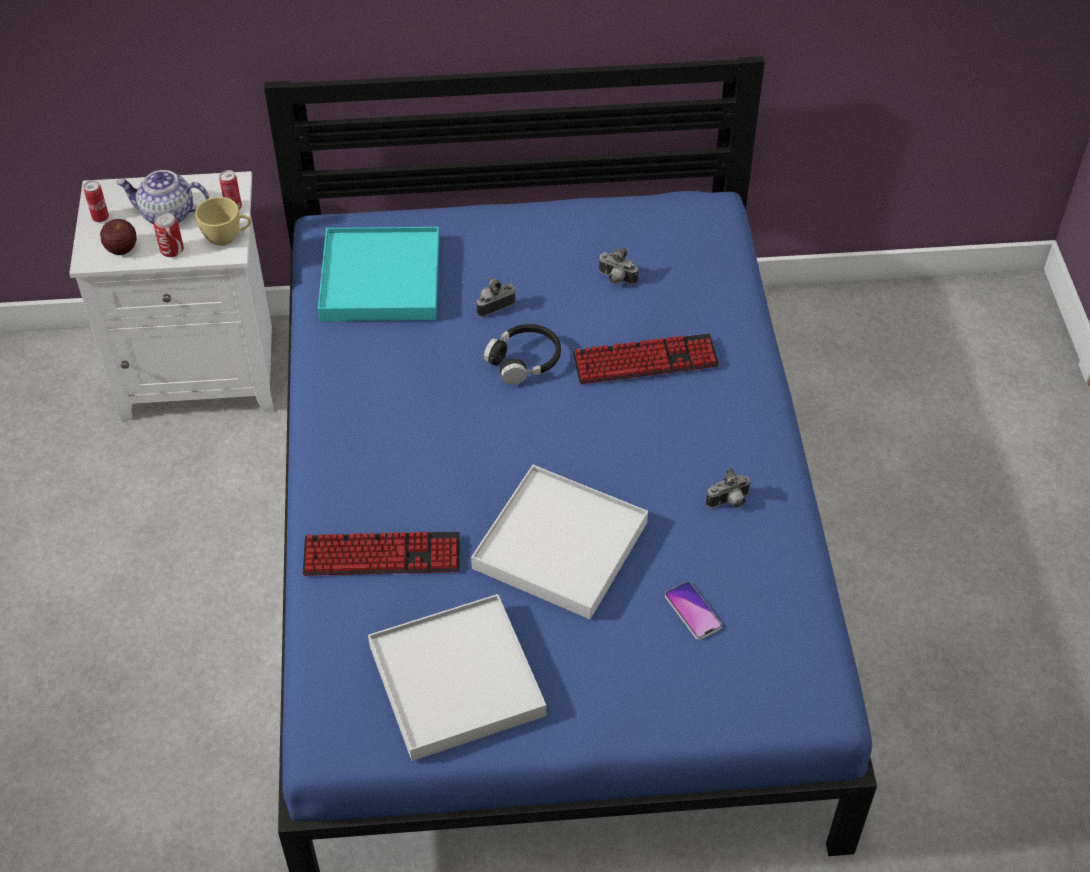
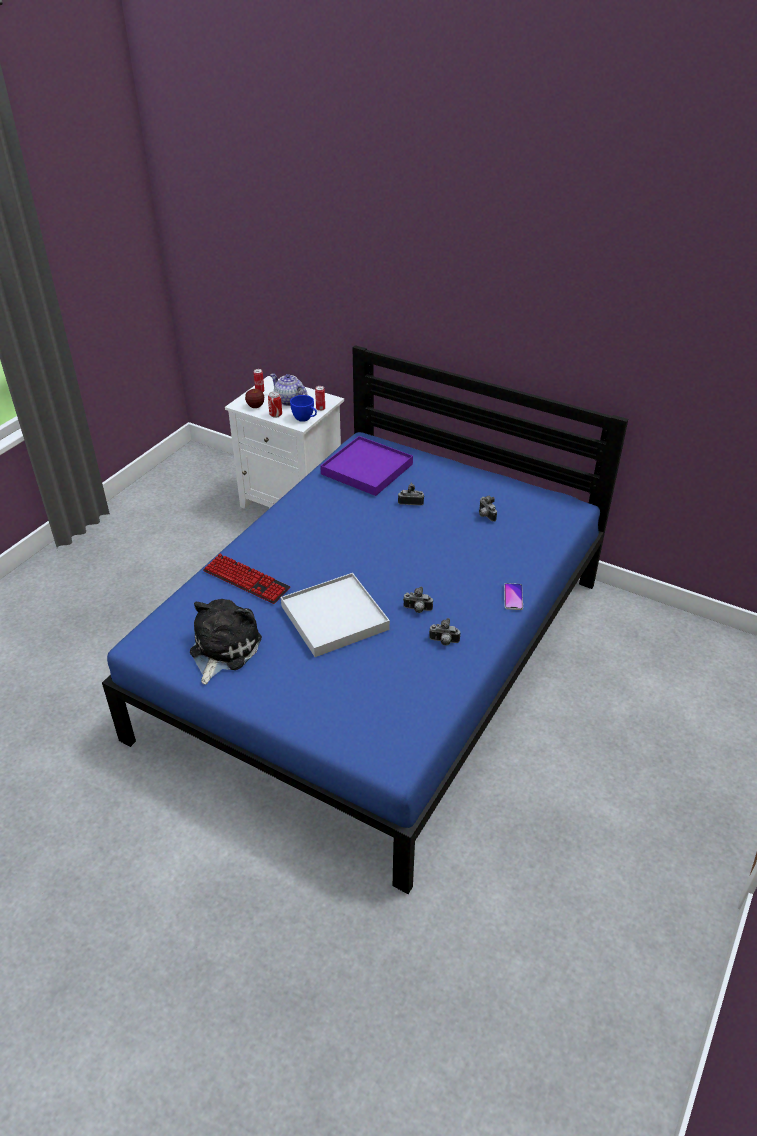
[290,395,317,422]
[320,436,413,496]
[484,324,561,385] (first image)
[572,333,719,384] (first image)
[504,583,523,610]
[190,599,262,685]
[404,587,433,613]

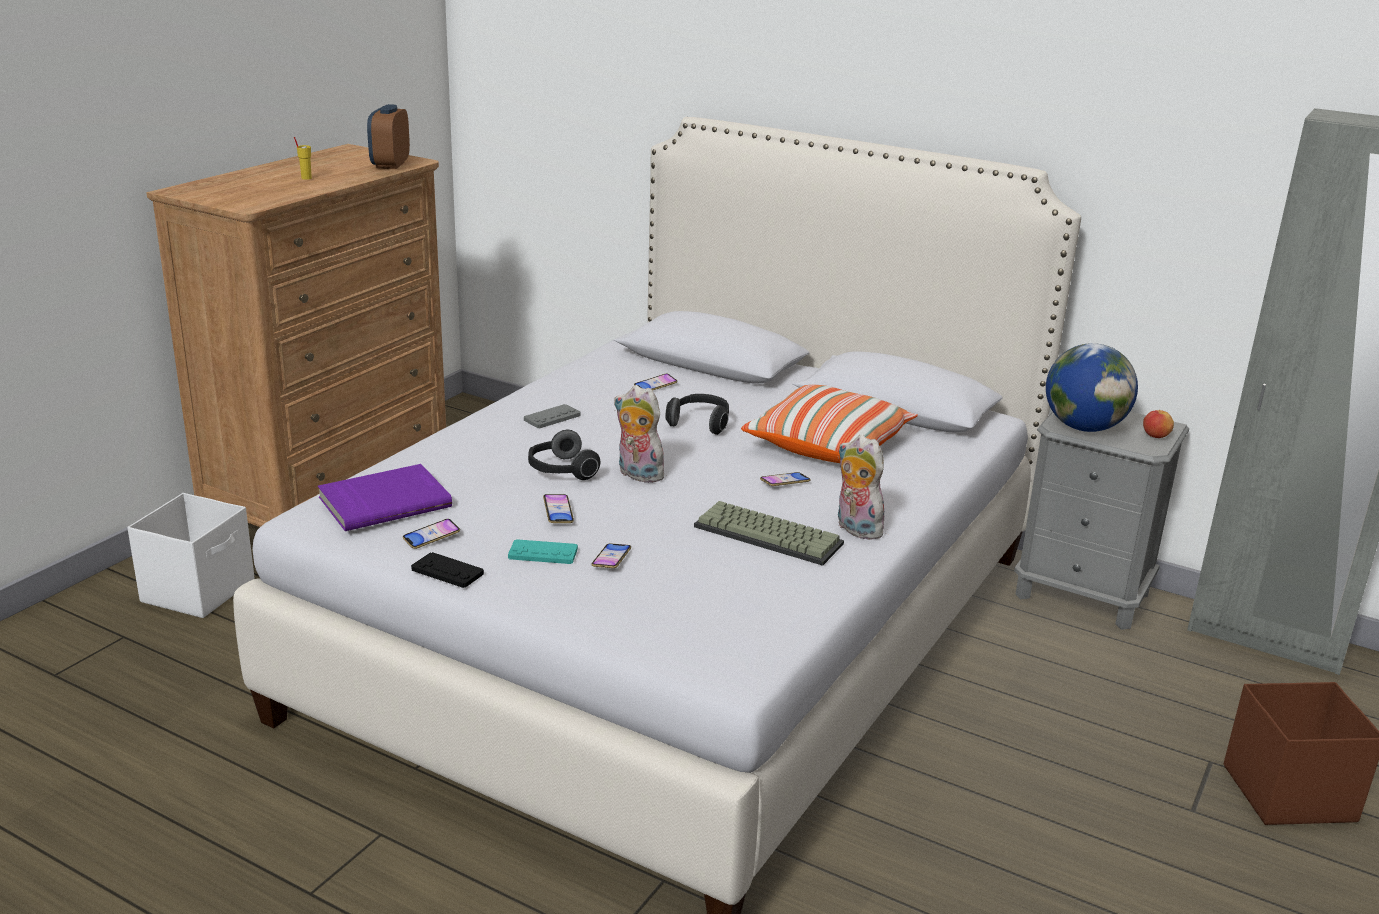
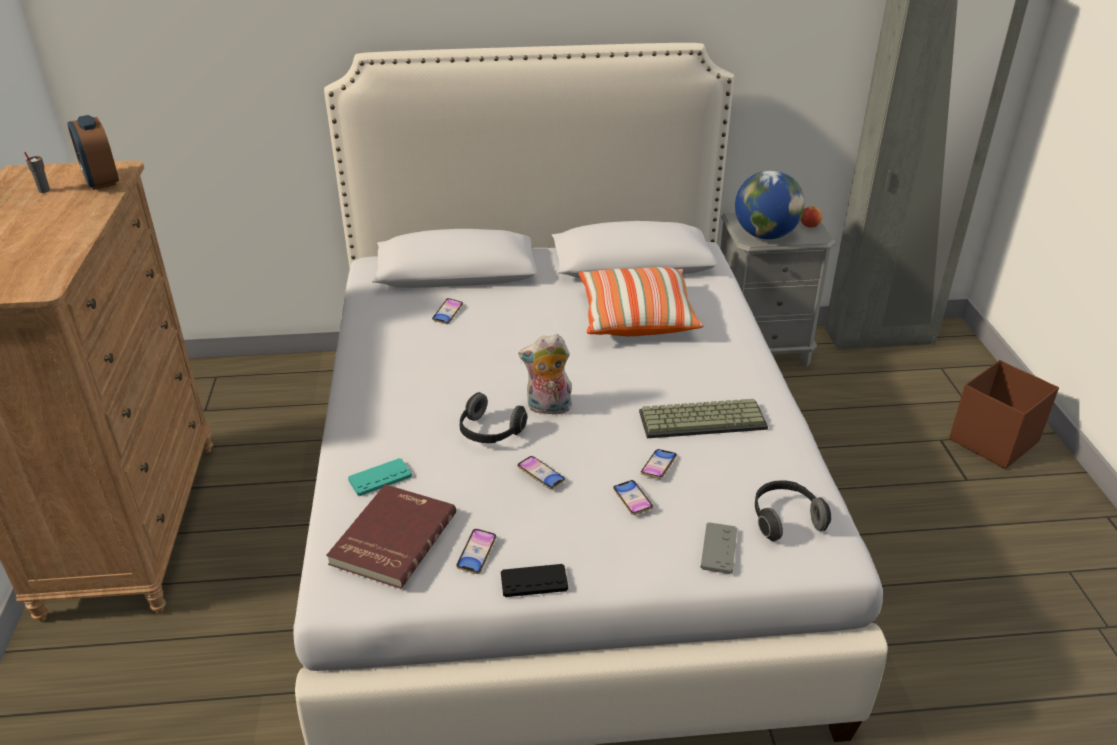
[294,137,312,180] (first image)
[755,480,831,541]
[701,522,737,574]
[838,434,885,540] (first image)
[326,484,456,589]
[641,449,677,479]
[127,493,254,618] (first image)
[348,458,412,496]
[24,152,50,193]

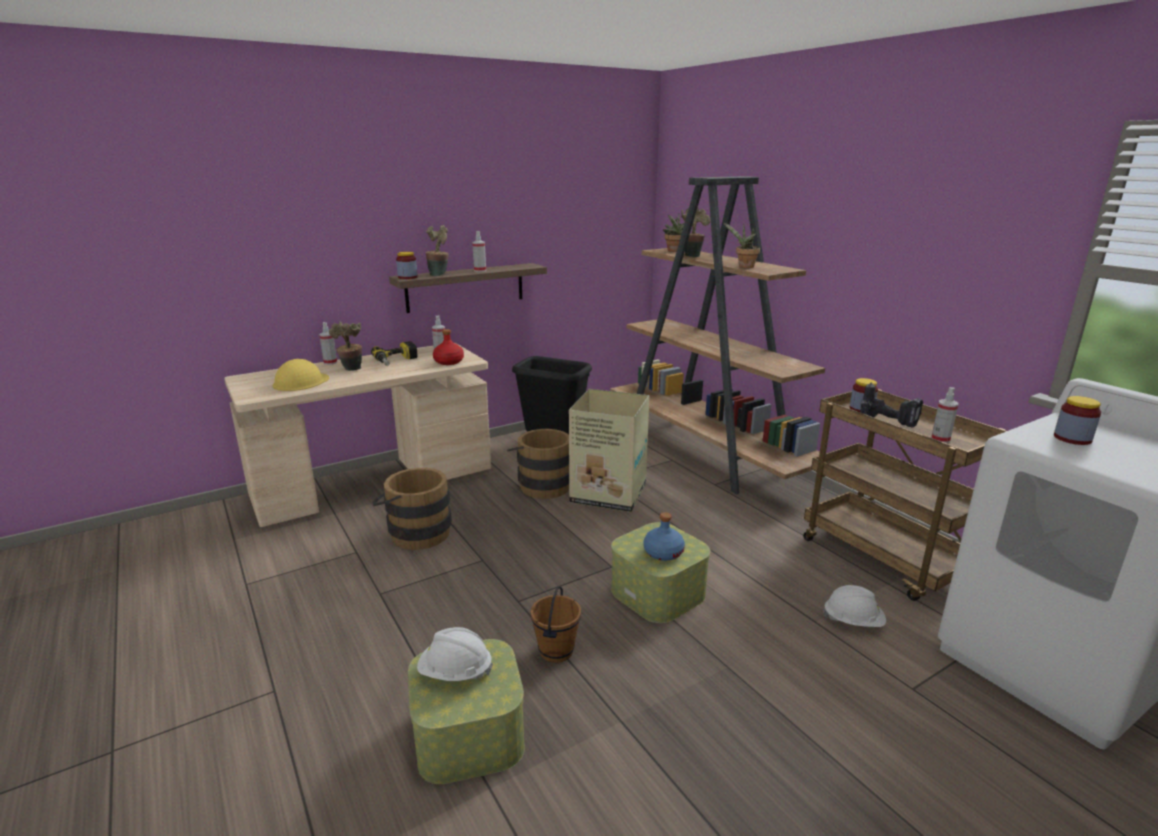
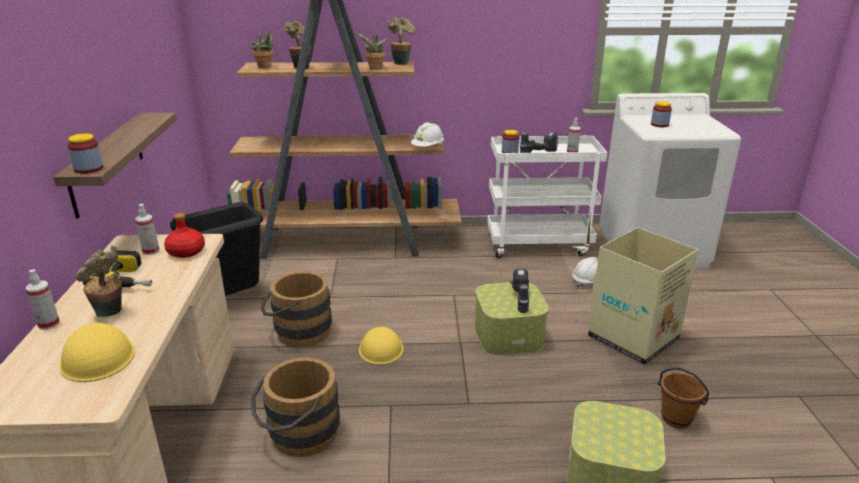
[388,17,415,65]
[472,231,486,272] (first image)
[588,227,698,365]
[487,135,608,258]
[510,269,529,313]
[657,368,709,429]
[411,122,444,147]
[359,327,403,365]

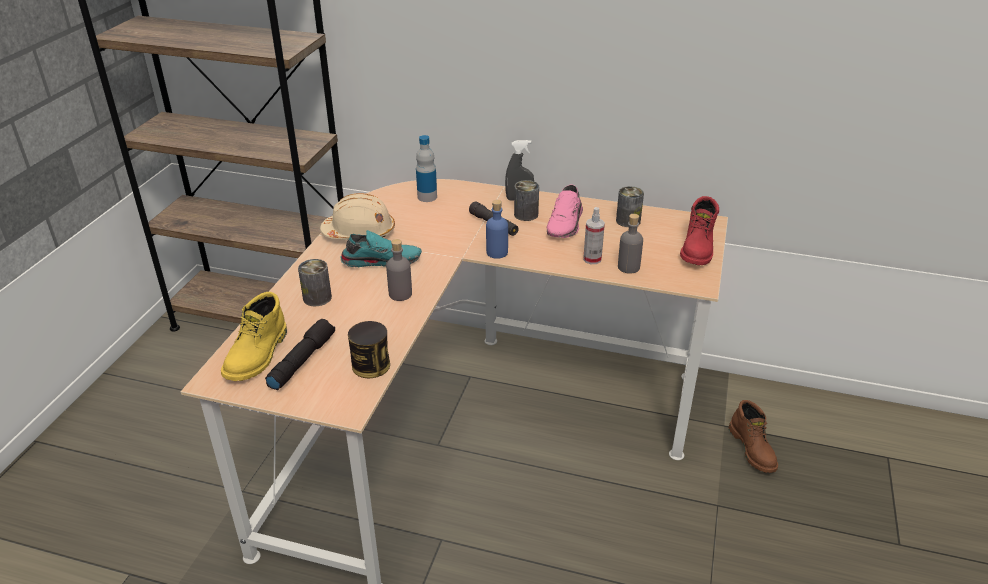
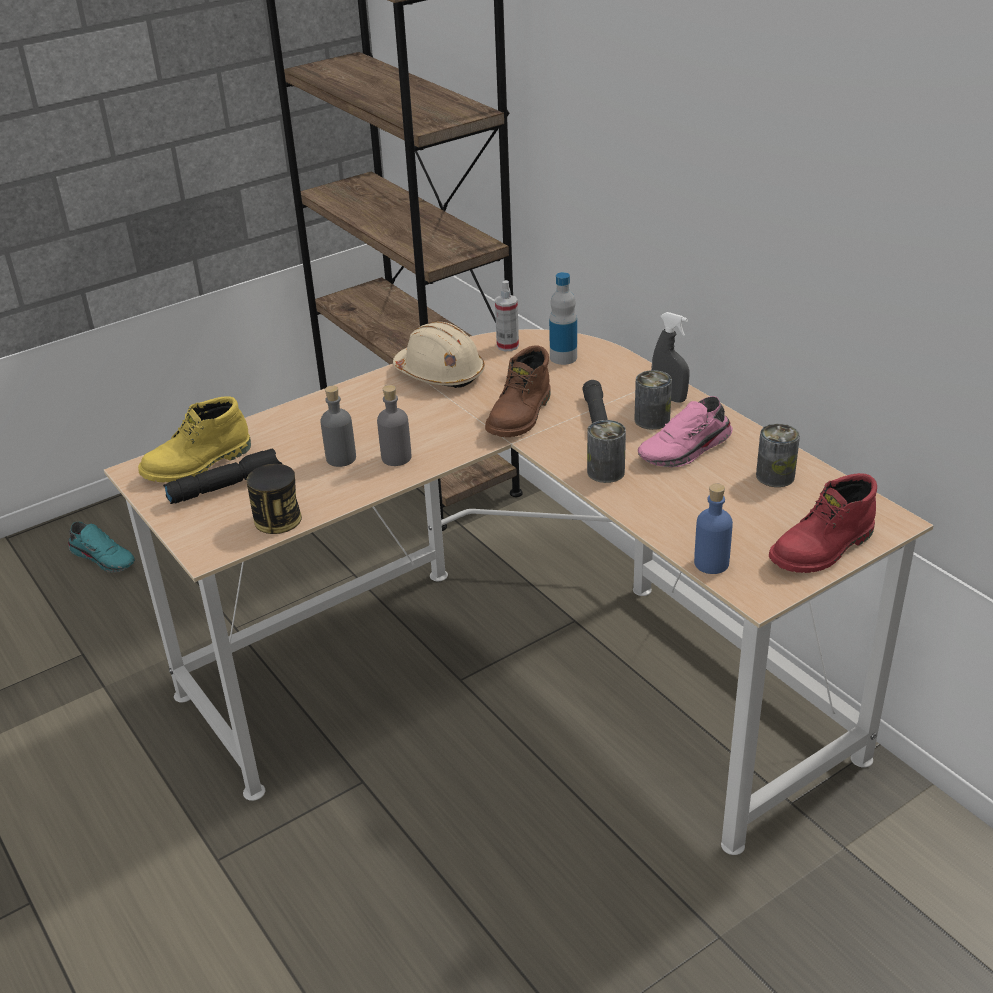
[694,483,733,574]
[495,280,519,351]
[320,386,356,467]
[68,522,135,572]
[587,420,626,483]
[485,345,551,437]

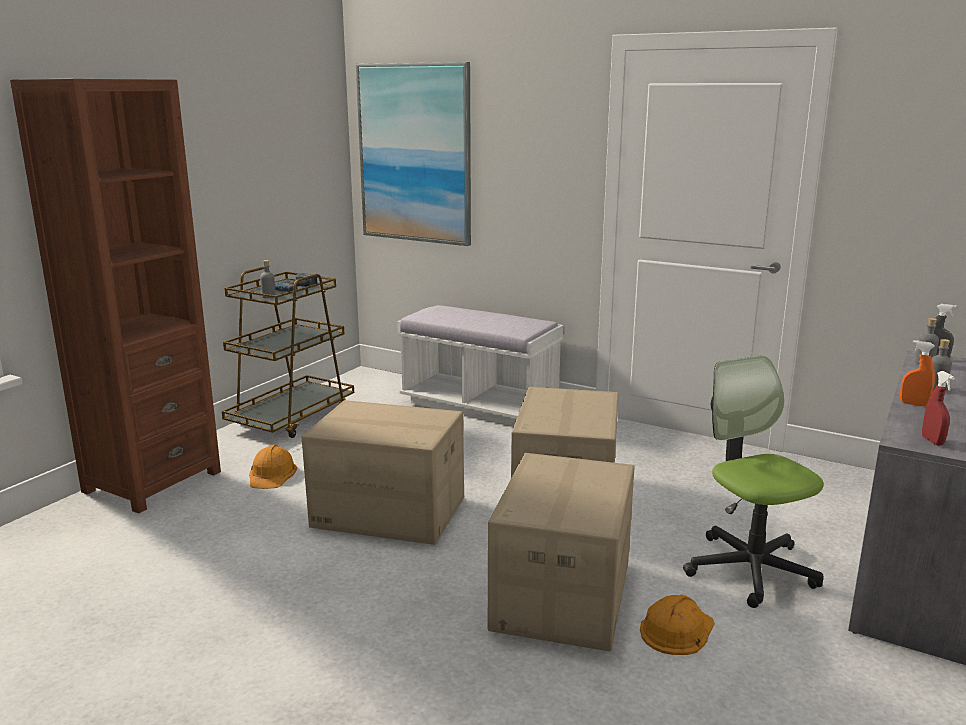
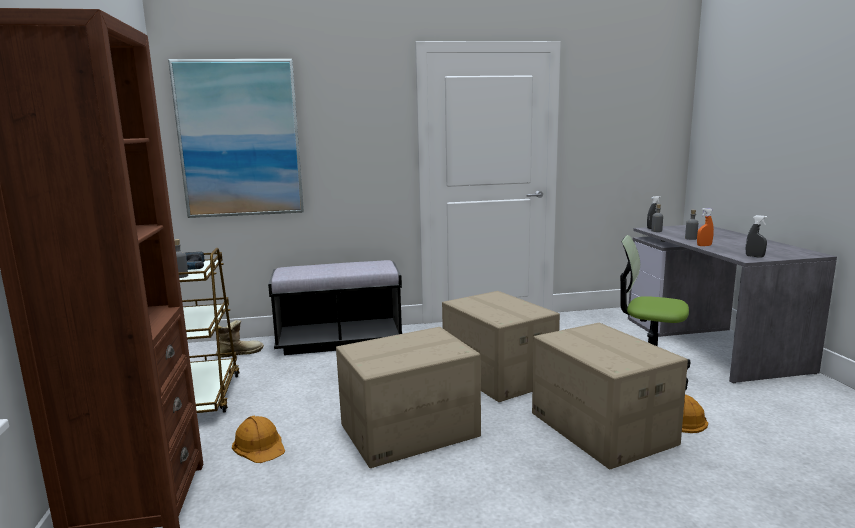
[268,260,403,355]
[746,215,768,258]
[215,320,264,358]

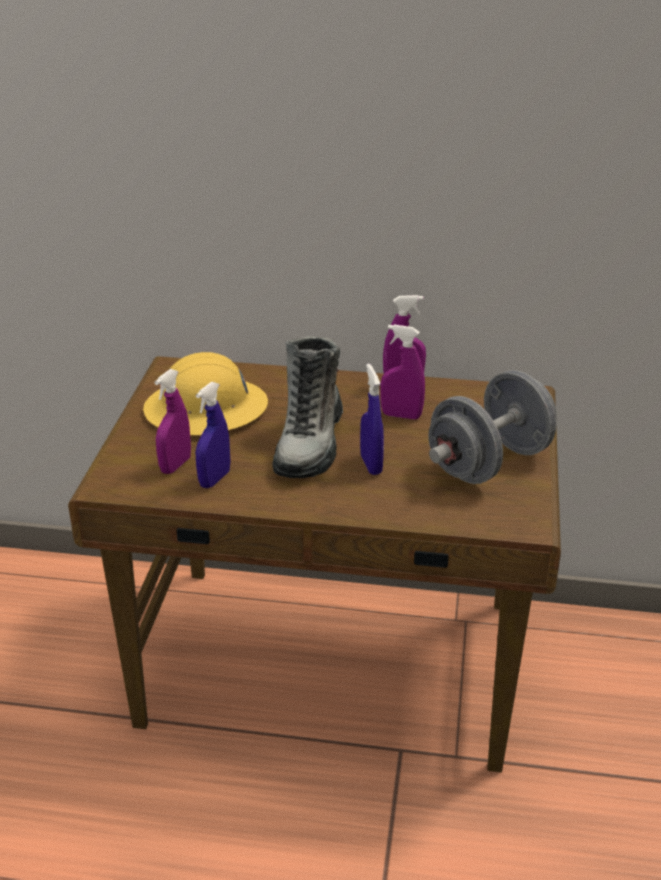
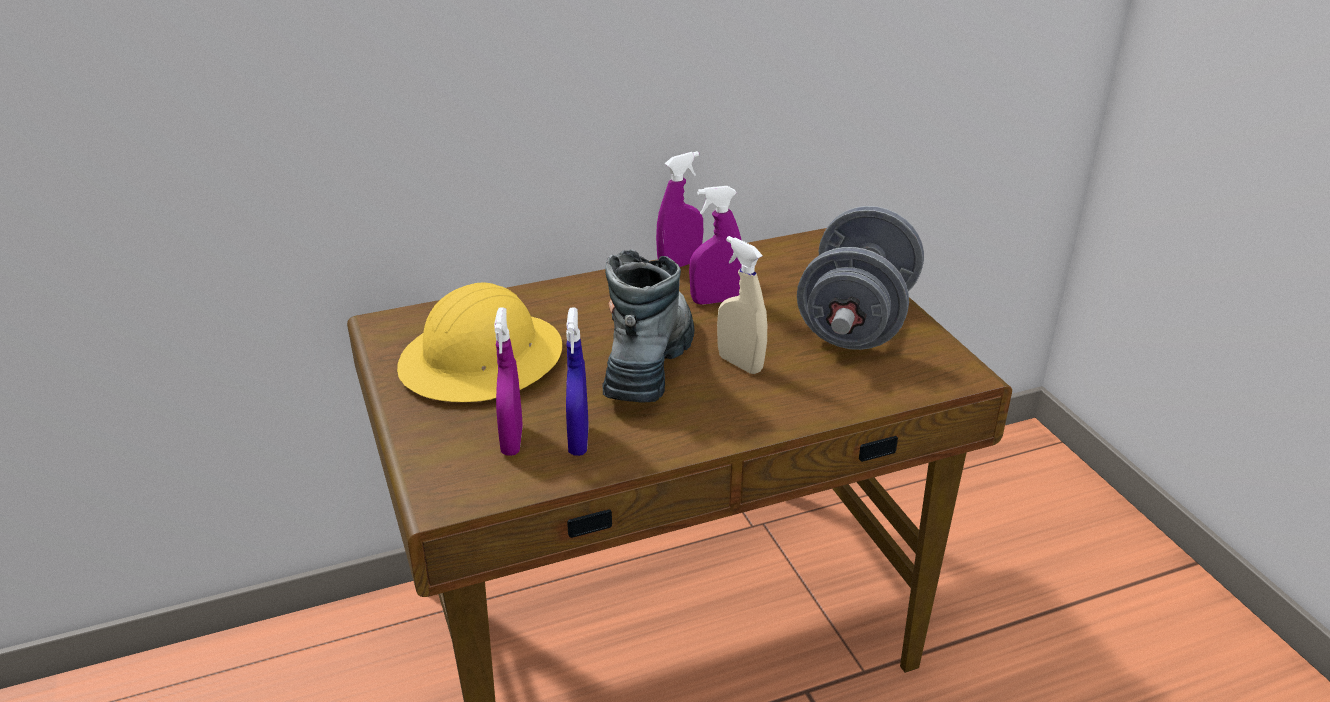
[602,249,694,402]
[717,236,767,374]

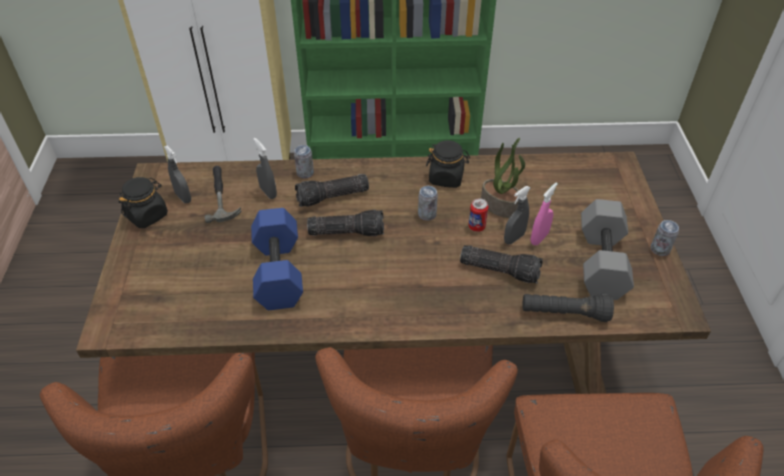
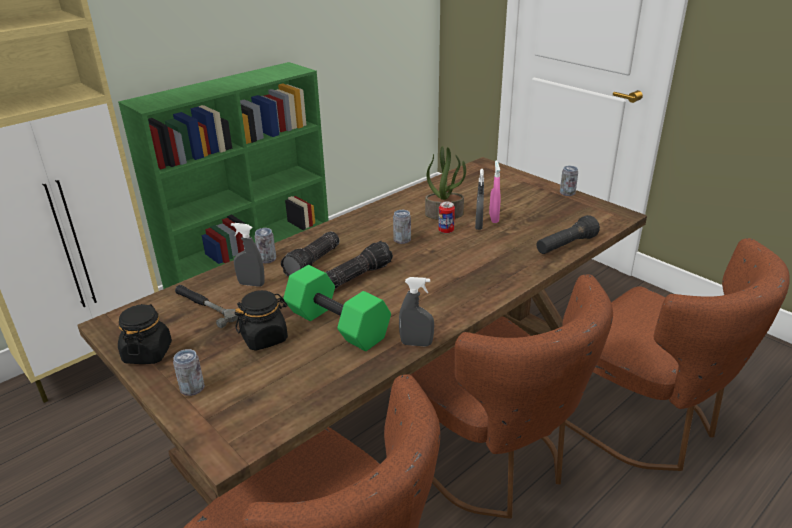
[235,290,288,351]
[399,277,434,347]
[581,199,634,300] (first image)
[283,265,391,351]
[460,245,543,284] (first image)
[173,349,205,396]

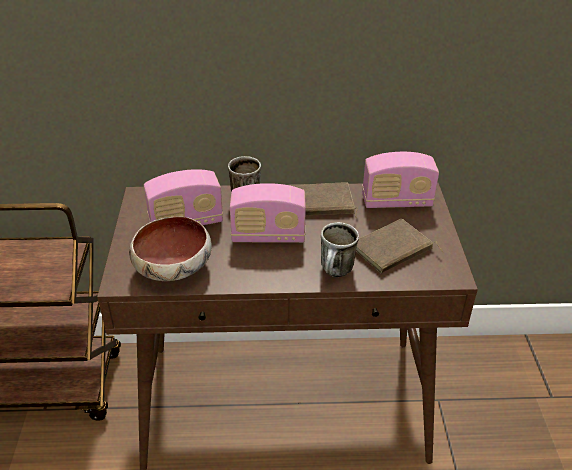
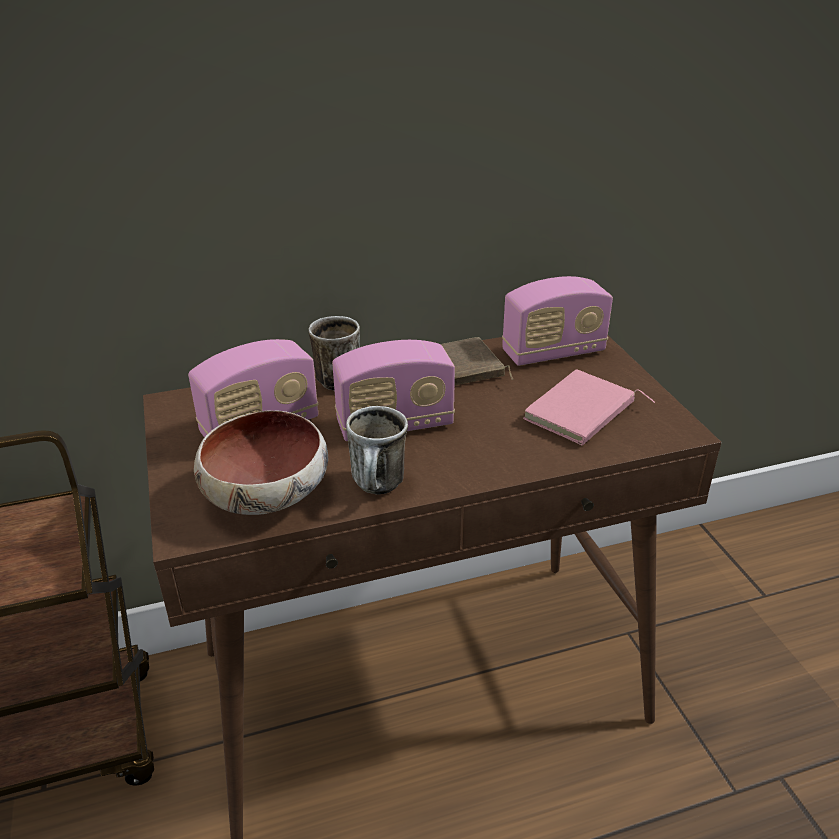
[523,369,655,445]
[346,406,408,495]

